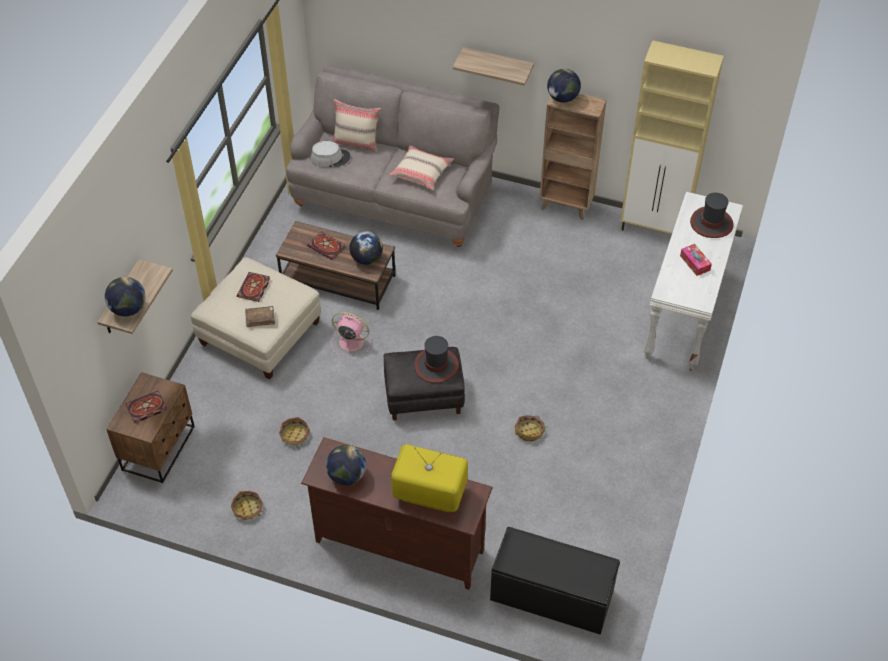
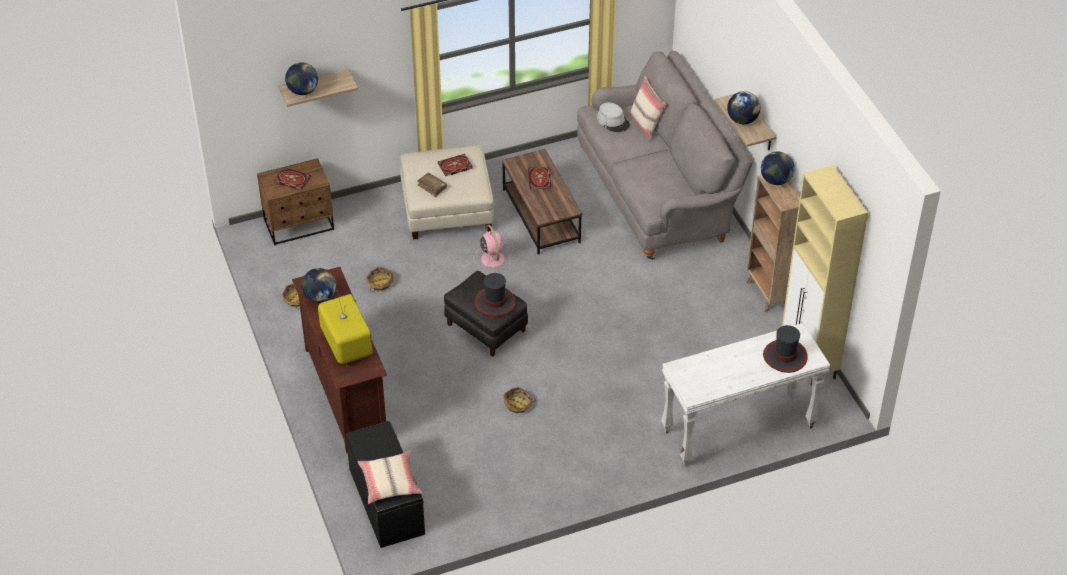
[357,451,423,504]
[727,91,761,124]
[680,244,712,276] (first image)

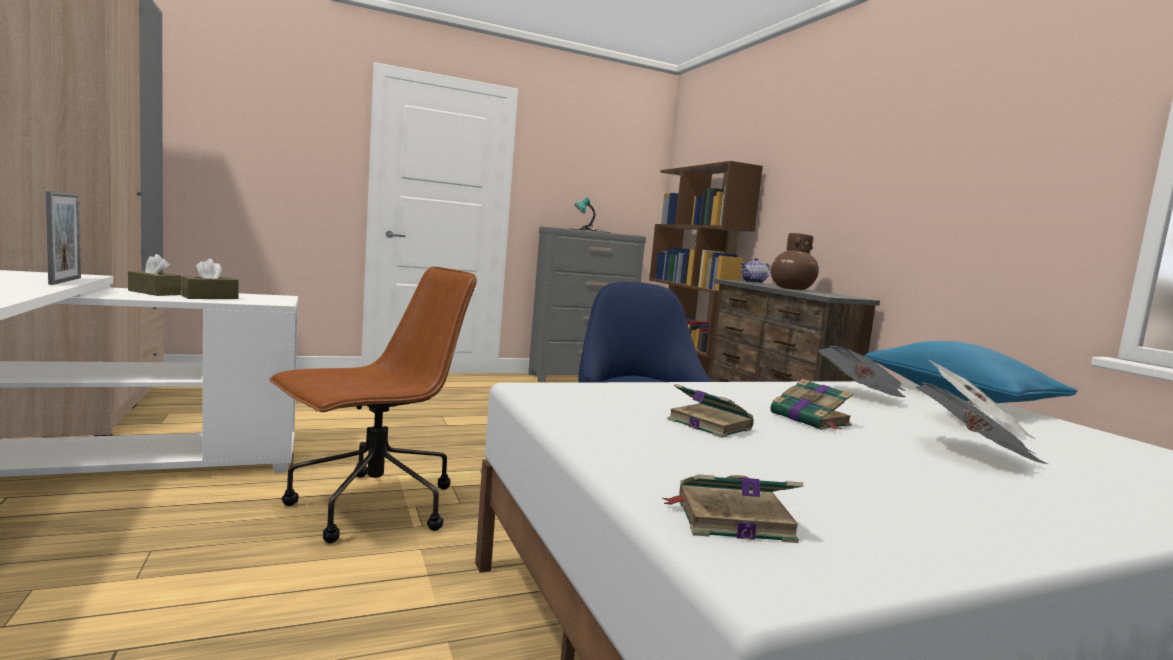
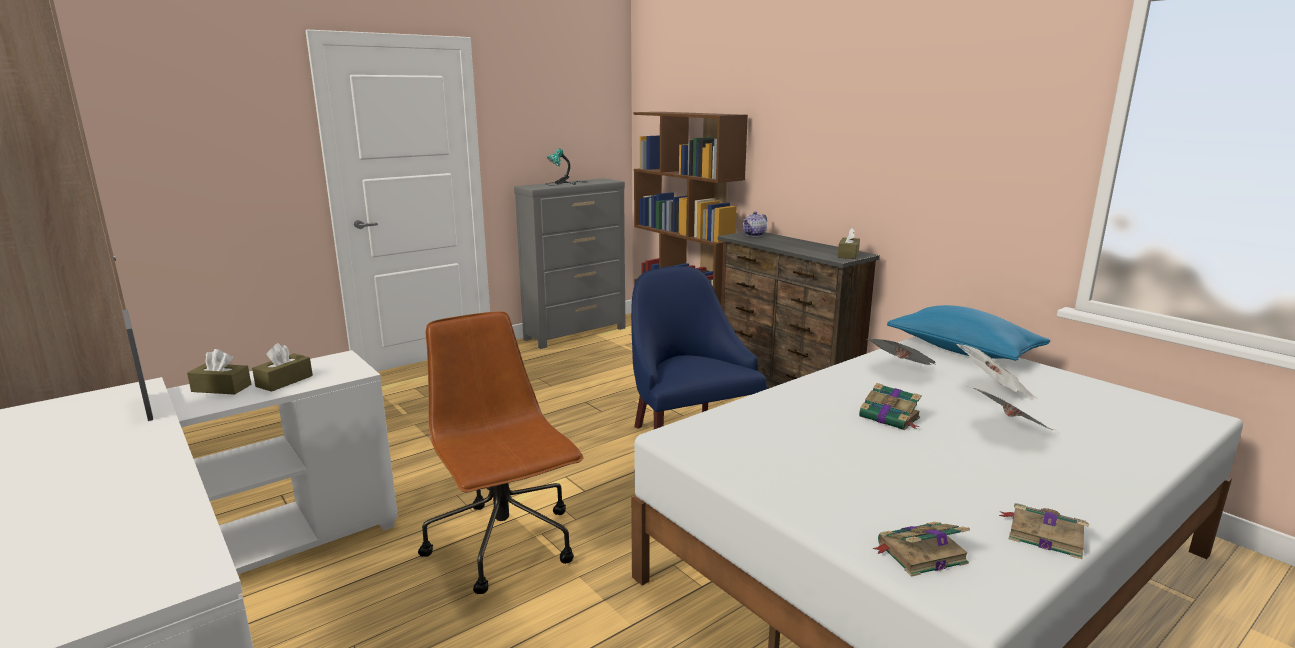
[771,233,819,290] (first image)
[418,311,583,594]
[999,503,1089,559]
[838,227,860,259]

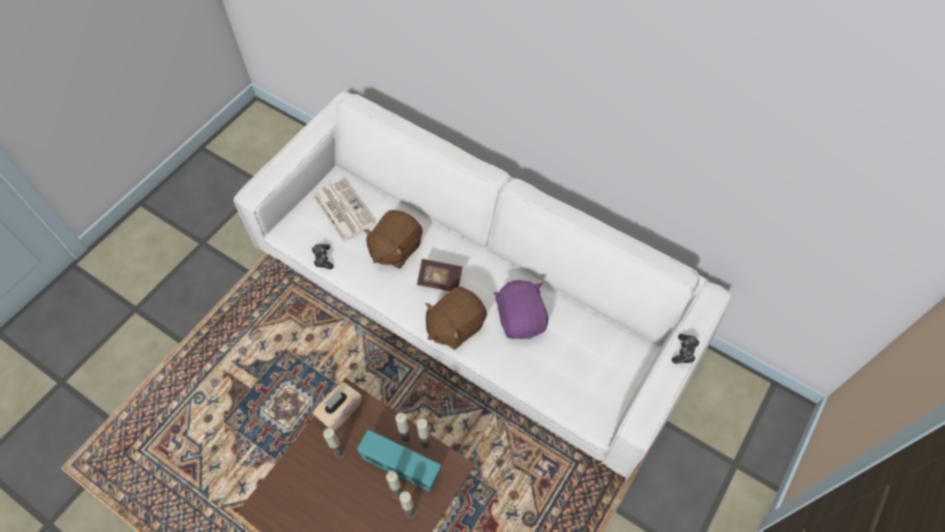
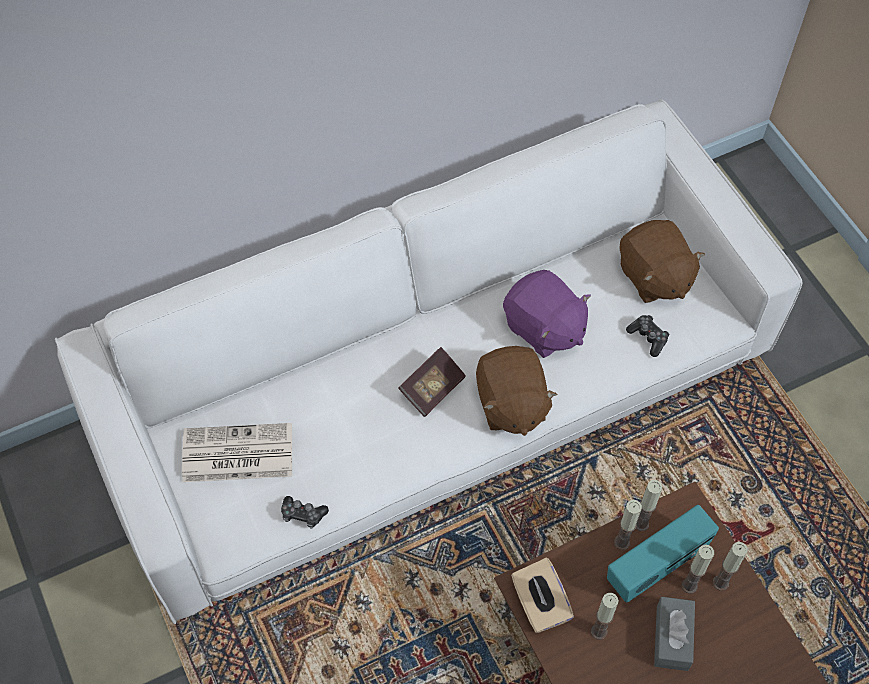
[620,220,705,303]
[503,270,591,358]
[626,315,669,357]
[654,597,695,671]

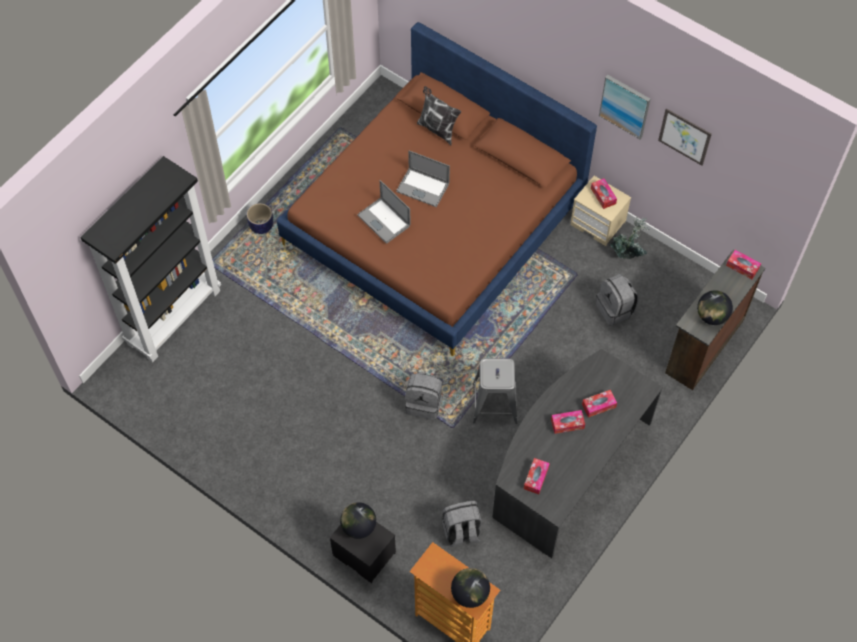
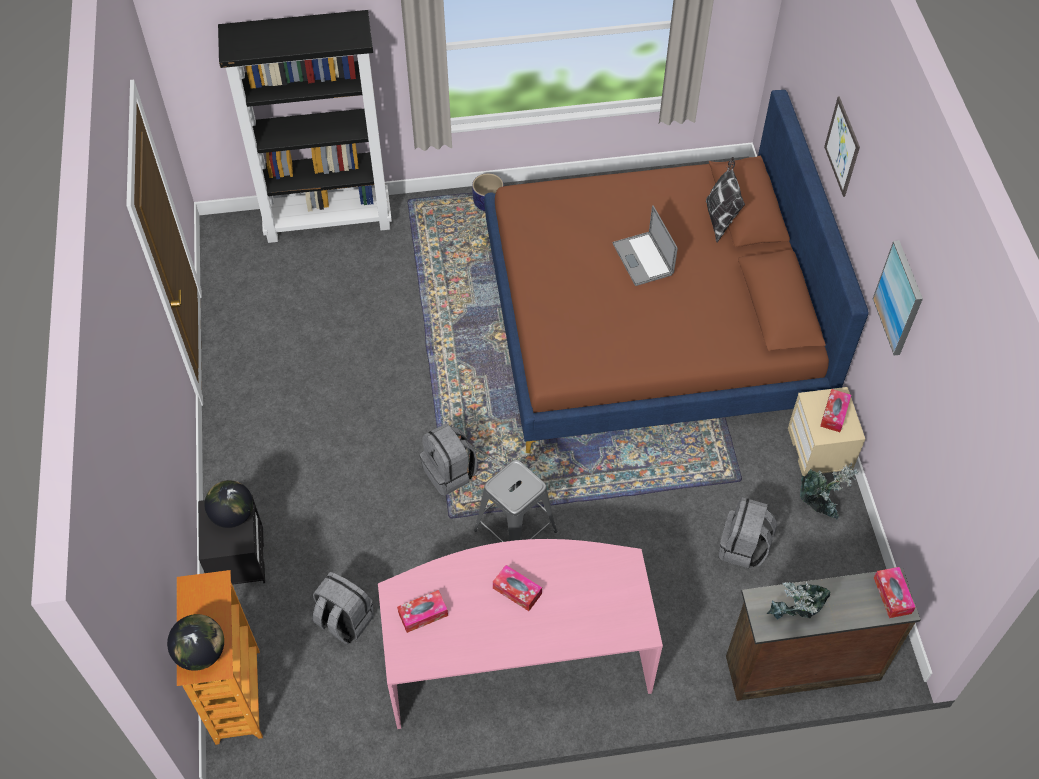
[824,96,860,197]
[357,180,411,244] (first image)
[766,582,831,620]
[378,539,663,729]
[582,390,617,418] (first image)

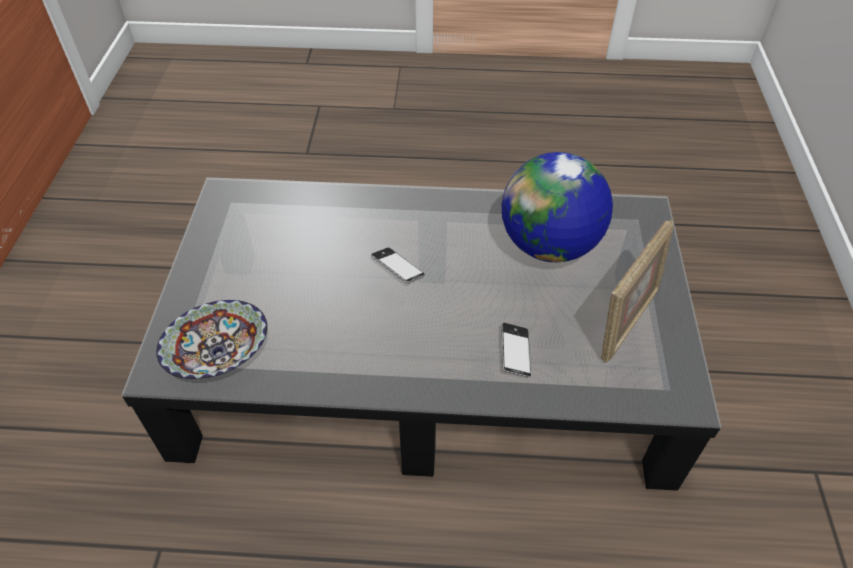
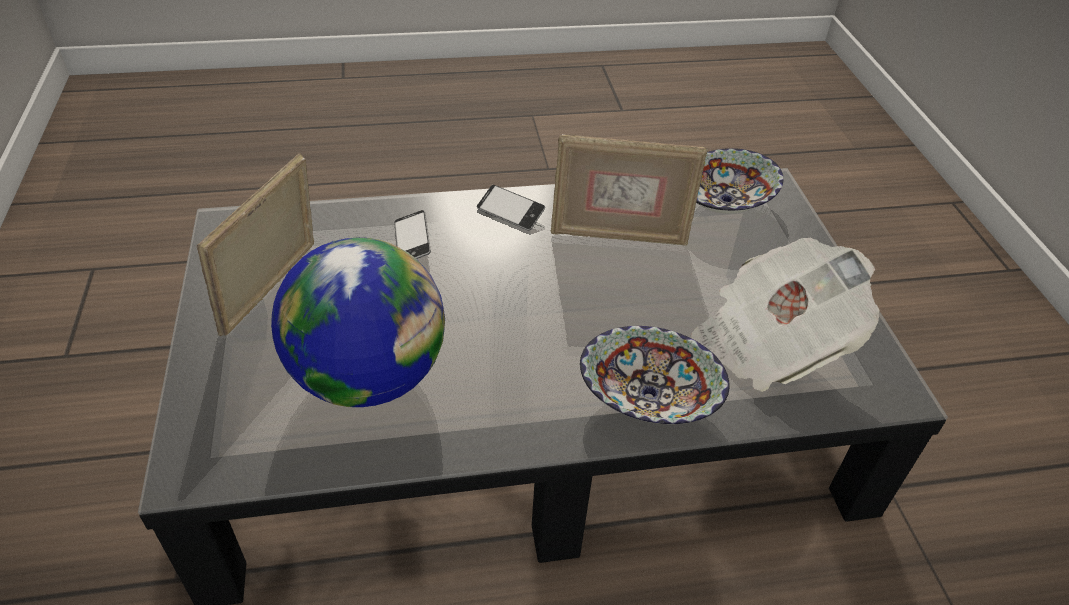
[477,185,545,231]
[551,134,708,246]
[691,238,880,392]
[580,326,730,424]

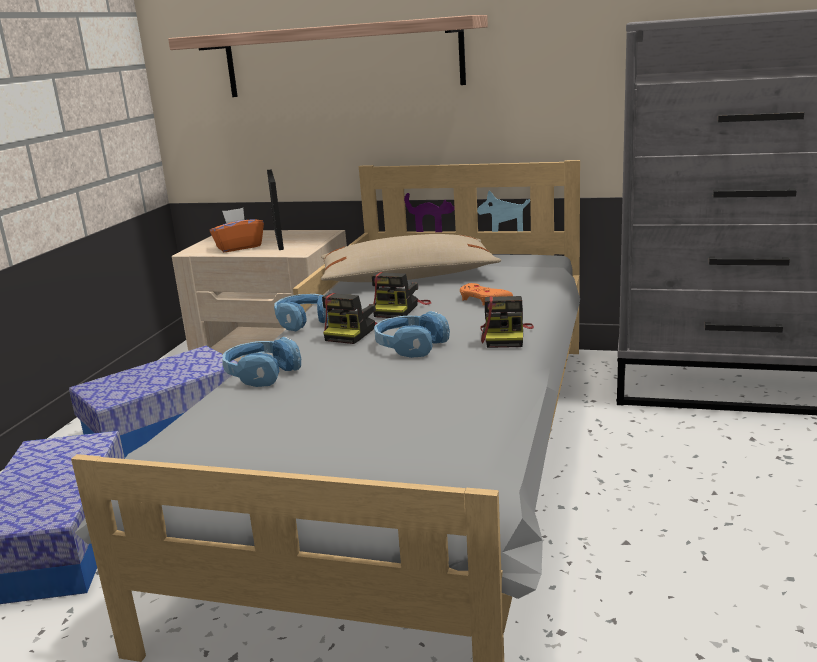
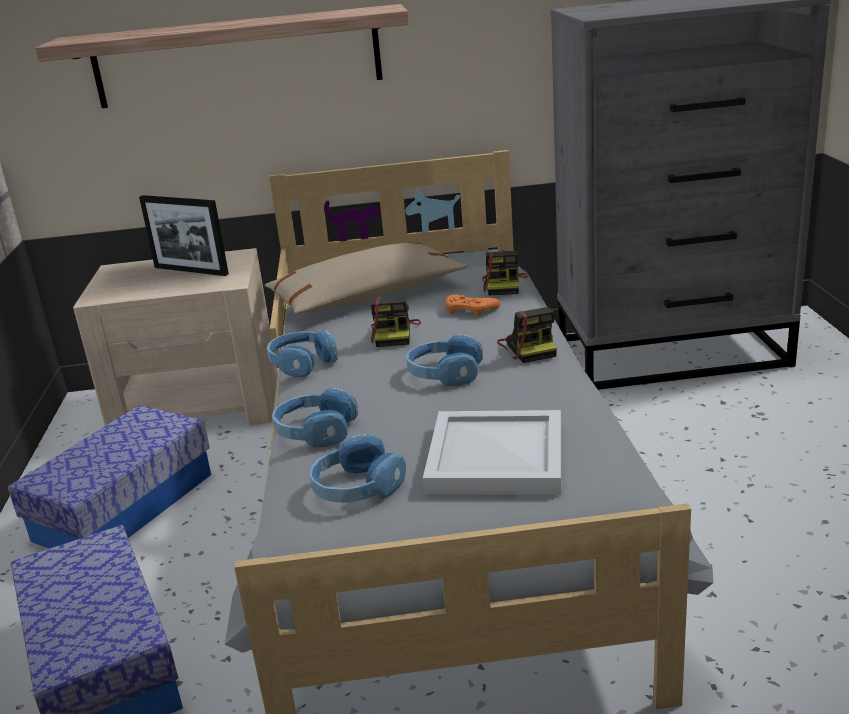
[139,195,229,276]
[210,208,264,252] (first image)
[482,251,528,295]
[423,410,561,495]
[309,434,406,503]

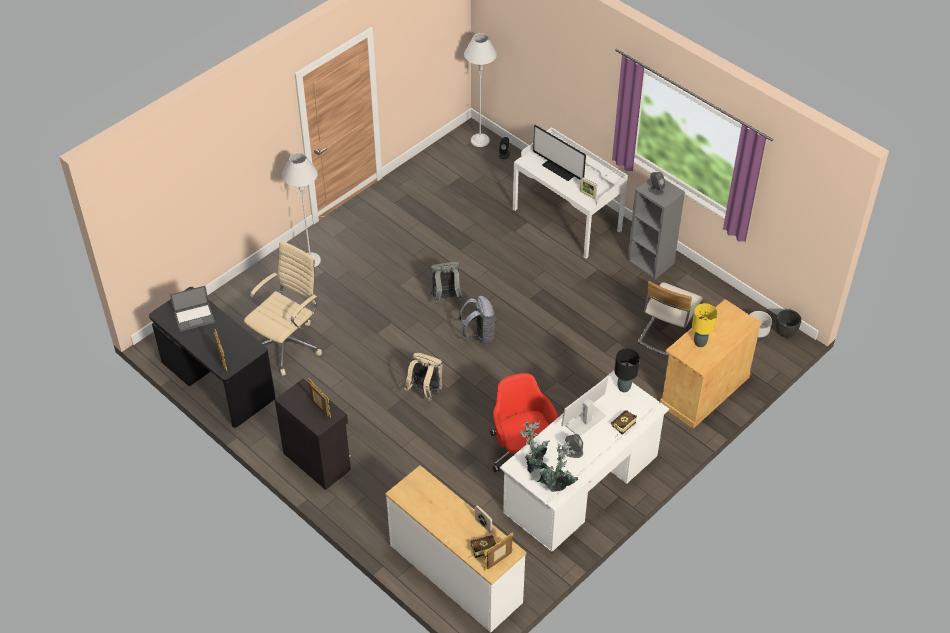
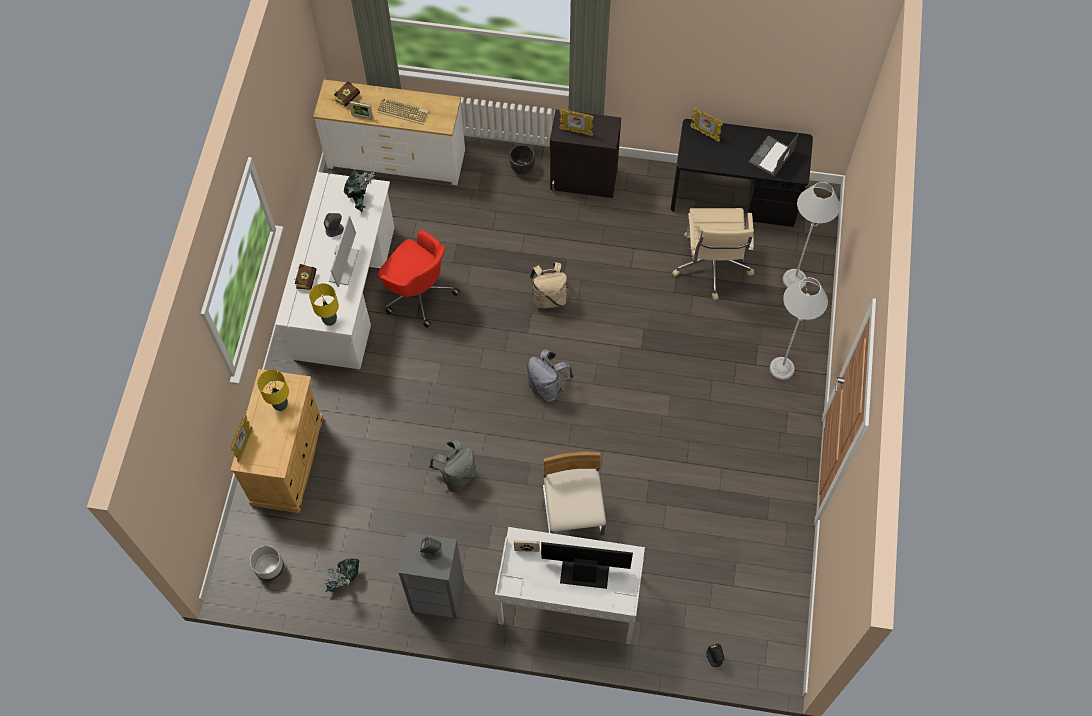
[783,182,840,289]
[429,439,477,492]
[543,452,606,536]
[509,144,535,174]
[309,283,339,326]
[324,558,359,593]
[231,415,253,462]
[377,98,429,125]

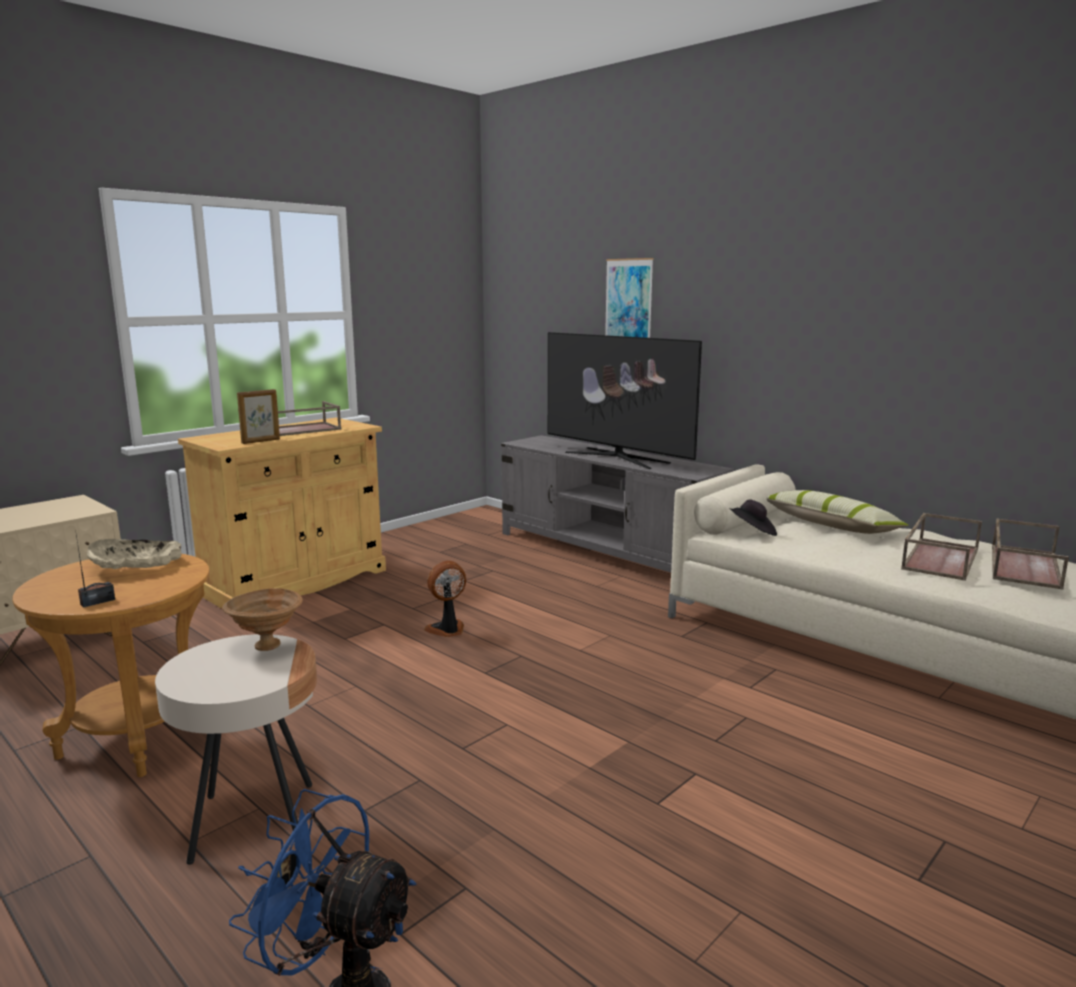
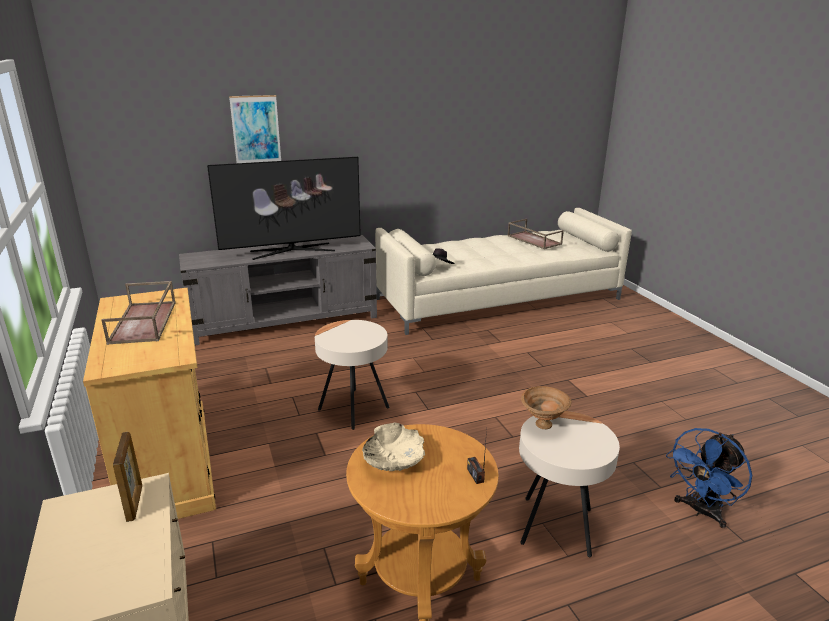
[113,432,142,522]
[767,490,908,534] (first image)
[901,513,982,581] (first image)
[315,320,389,430]

